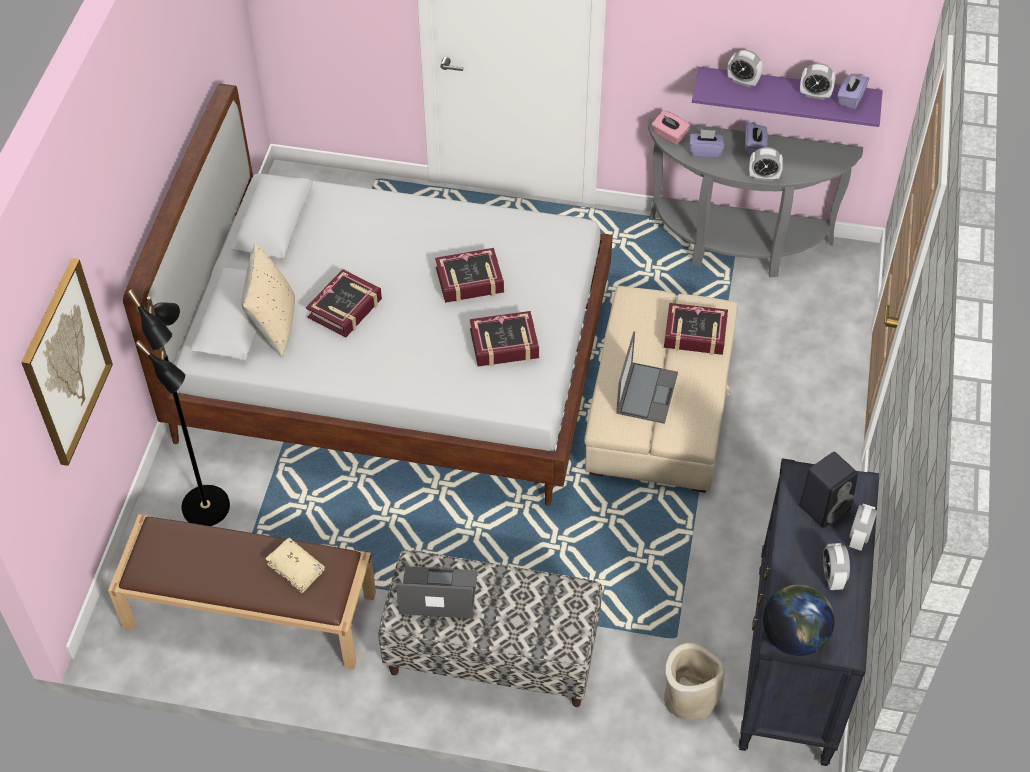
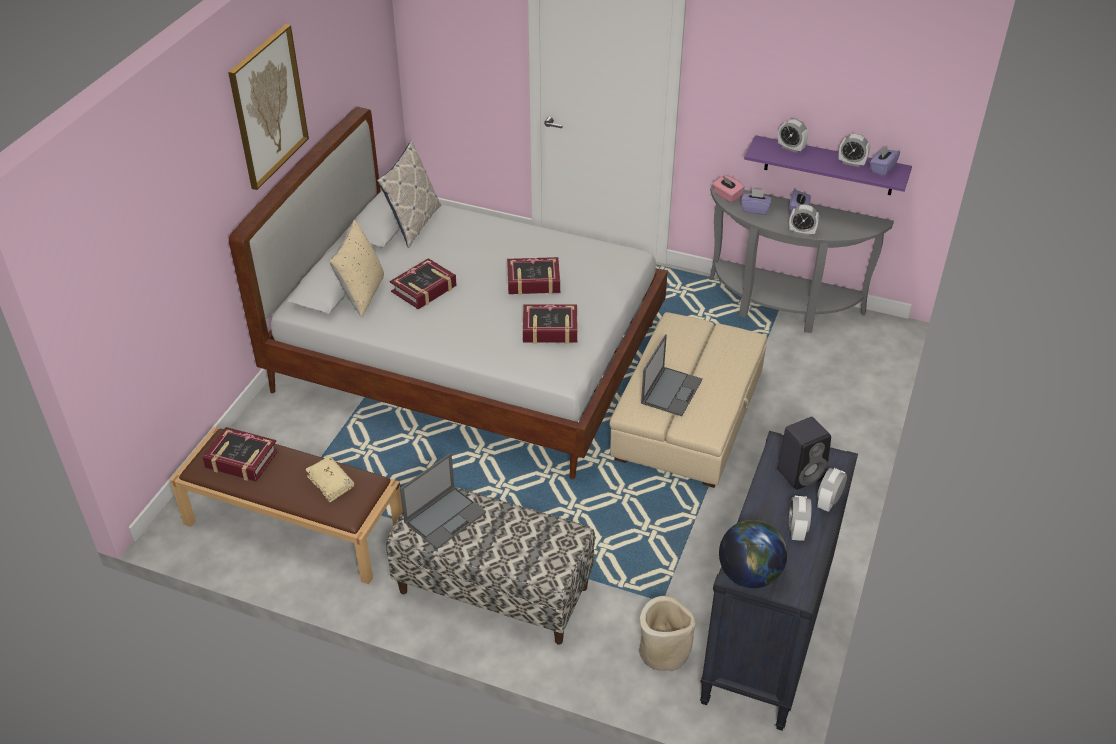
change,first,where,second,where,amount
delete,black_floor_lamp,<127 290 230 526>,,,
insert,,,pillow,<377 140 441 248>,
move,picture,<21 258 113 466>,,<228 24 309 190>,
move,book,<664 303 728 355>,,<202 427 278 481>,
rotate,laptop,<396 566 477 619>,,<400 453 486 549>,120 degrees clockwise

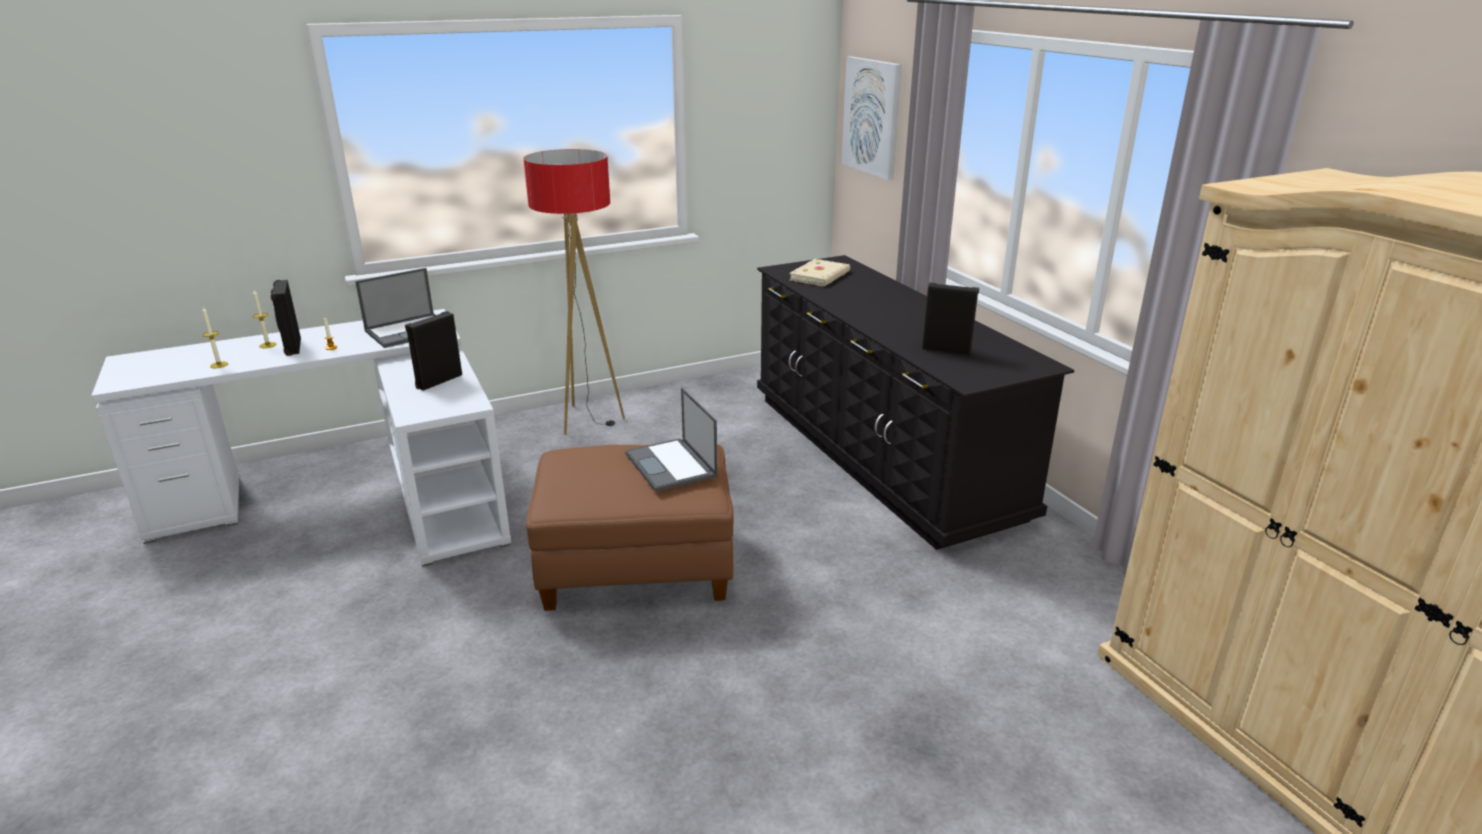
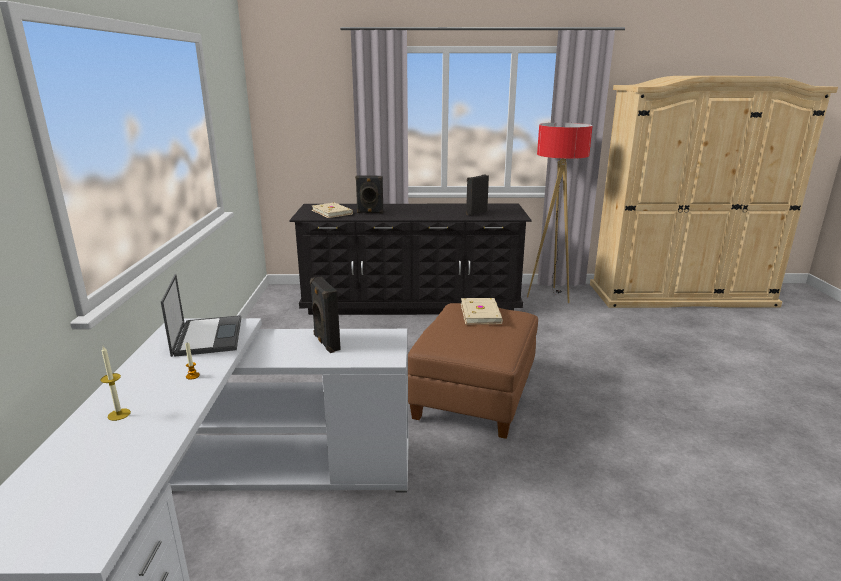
change,first,where,second,where,amount
delete,candle,<202 307 228 368>,,,
delete,picture,<841 57 902 180>,,,
move,black_speaker,<271 280 301 356>,,<355 175 383 213>,
move,floor_lamp,<523 149 625 435>,,<527 123 593 303>,
replace,laptop,<625 388 718 492>,beige_book,<461 298 503 324>,

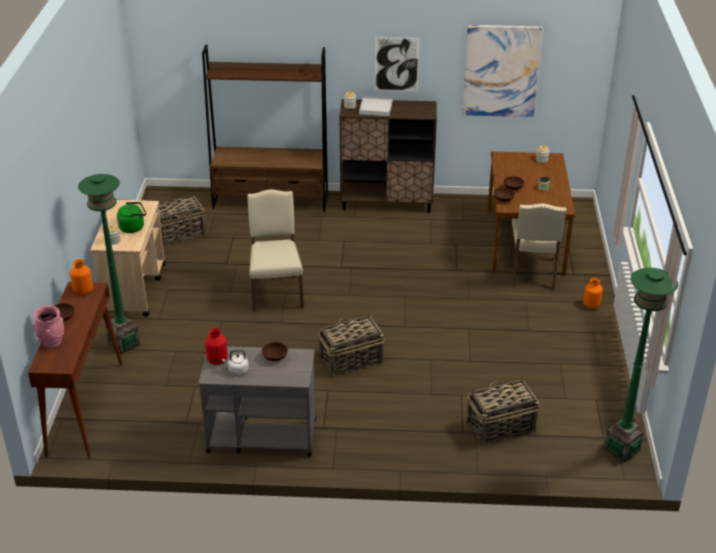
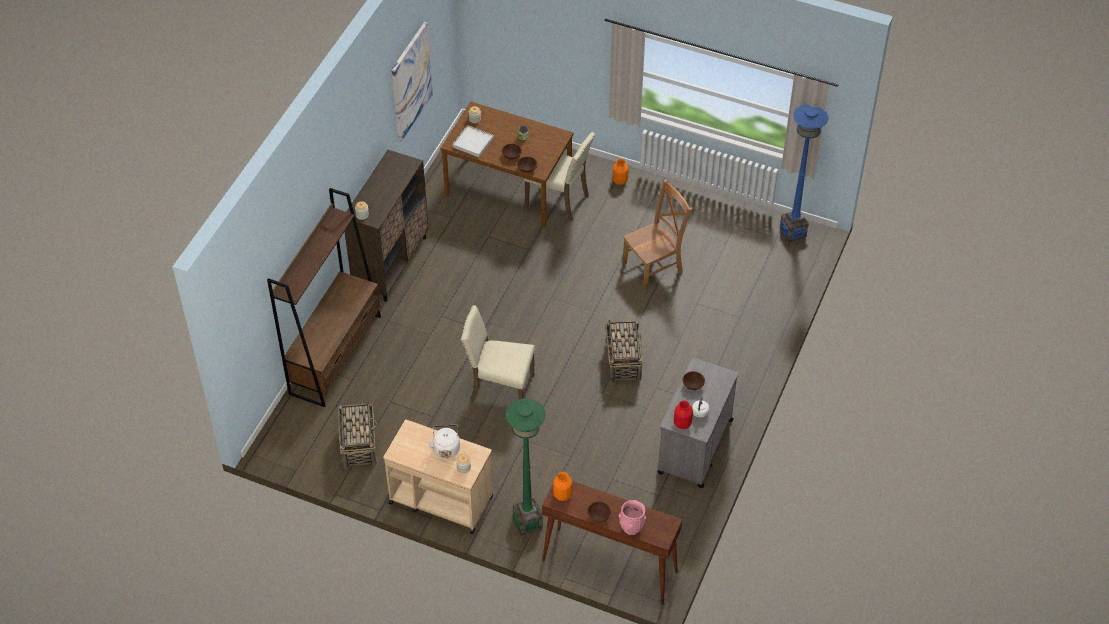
change,first,where,second,where,amount
delete,picture,<375 37 420 91>,,,
delete,basket,<467 377 540 445>,,,
insert,,,brown_chair,<623 179 692 290>,
move,white_tray,<359 96 393 116>,,<453 125 494 157>,
recolor,green_kettle,<117 202 146 233>,white_kettle,<427 425 460 458>,
recolor,green_floor_lamp,<604 268 678 462>,blue_floor_lamp,<780 104 828 242>,

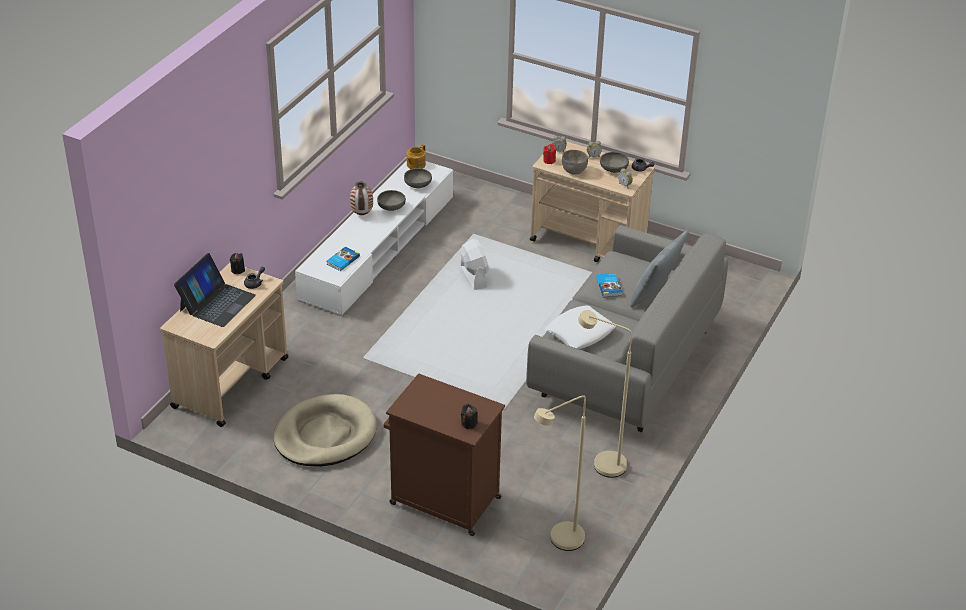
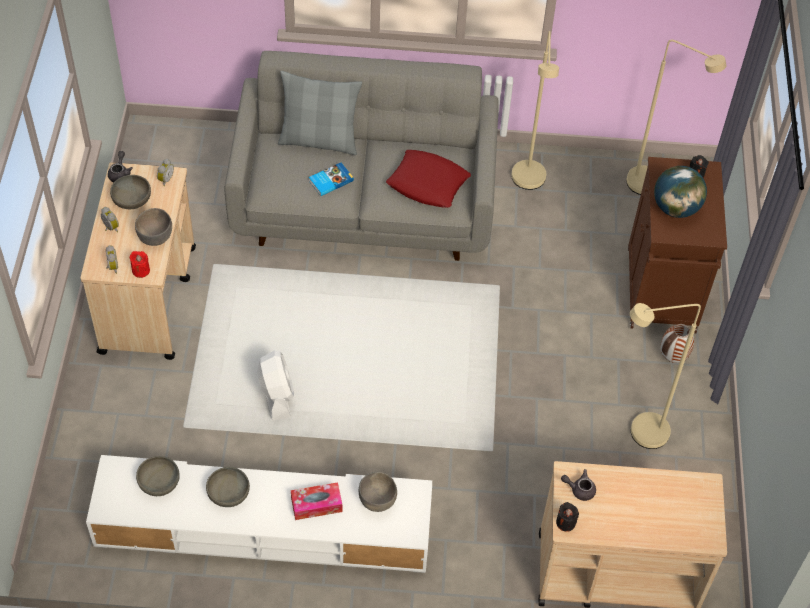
change,first,where,second,where,amount
delete,laptop,<174 253 256 327>,,,
delete,teapot,<407 144 426 169>,,,
insert,,,tissue_box,<291 482 342 520>,
insert,,,globe,<654 166 707 218>,
move,vase,<350 182 373 215>,,<661 324 694 363>,
replace,beige_dog_bed,<273 394 377 467>,beige_floor_lamp,<630 303 701 449>,
replace,book,<327 247 360 271>,grey_bowl,<359 472 397 512>,
recolor,white_pillow,<545 305 616 349>,red_pillow,<386 150 471 208>,
rotate,white_fan,<460 239 489 290>,,<257 350 294 421>,120 degrees clockwise

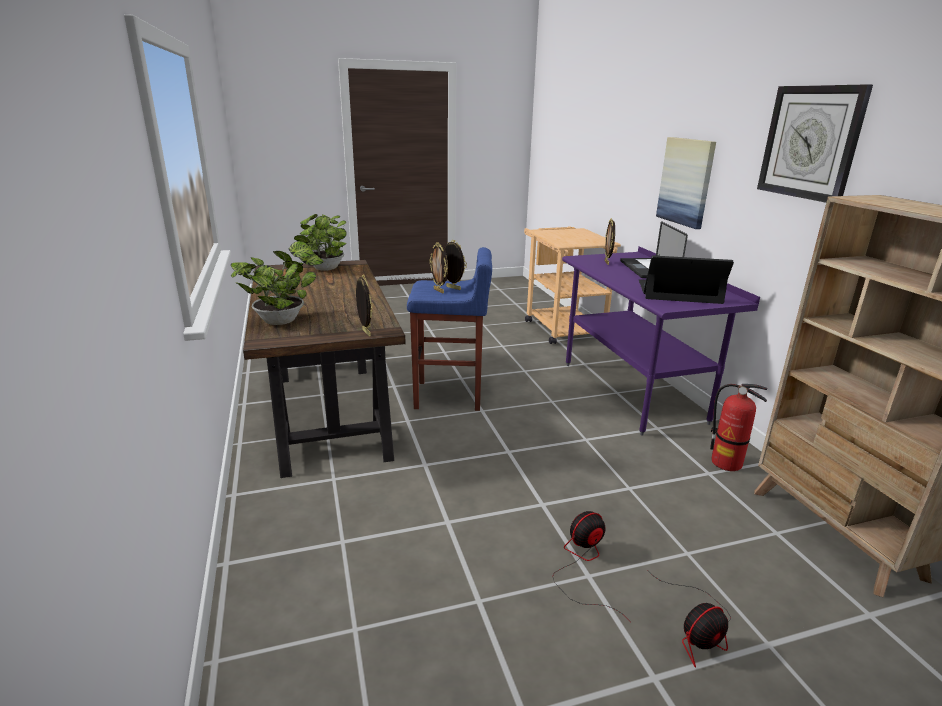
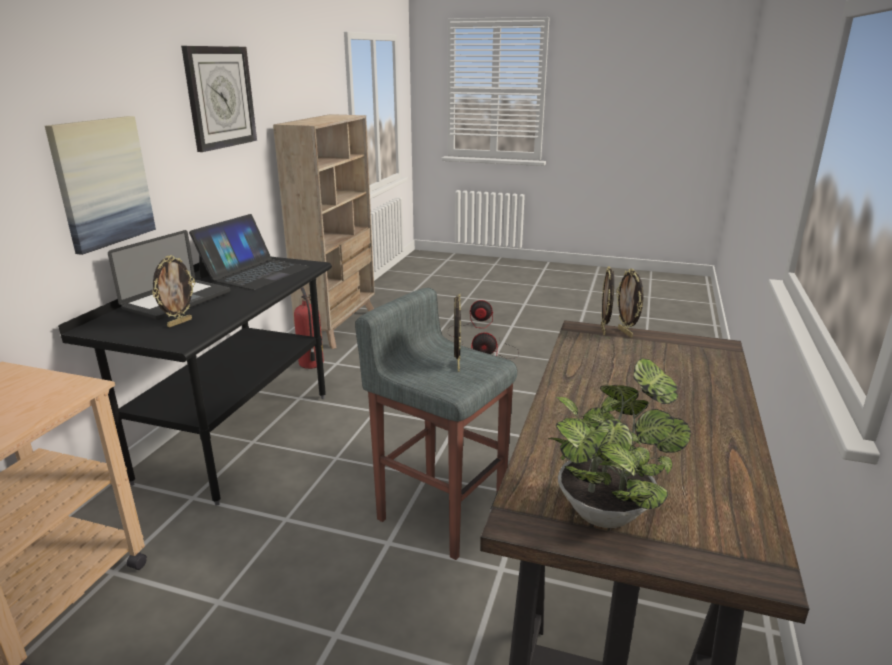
change,first,where,second,where,amount
delete,potted_plant,<231 241 324 325>,,,
move,picture_frame,<444 240 467 290>,,<616 268 644 338>,
recolor,blue_stool,<407 247 492 411>,grey_stool,<355 288 517 560>,
recolor,purple_desk,<562 247 760 436>,black_desk,<58 257 332 506>,
rotate,laptop,<639 256 734 304>,,<189 214 310 290>,105 degrees counterclockwise

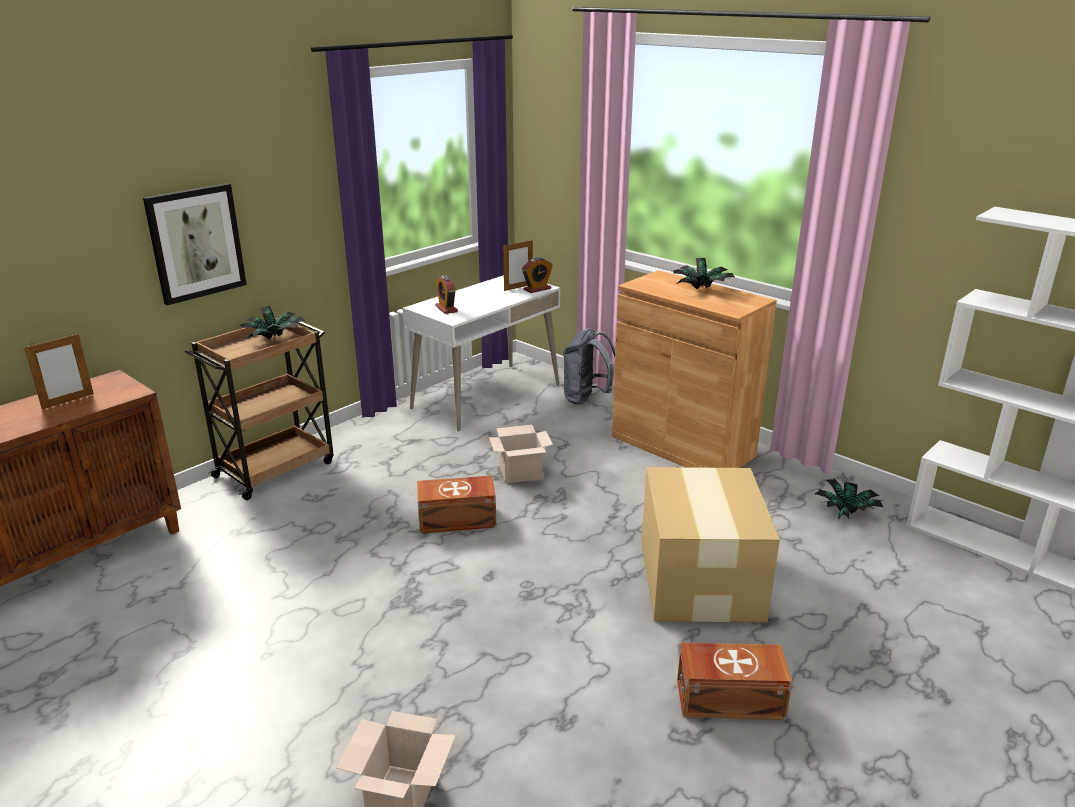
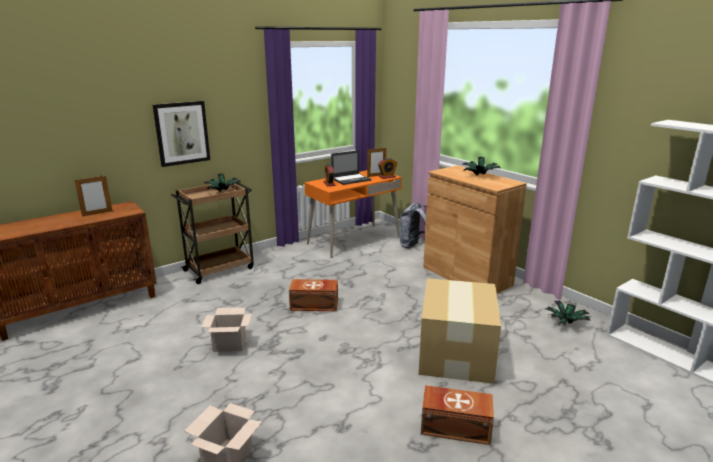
change,first,where,second,where,amount
insert,,,laptop,<331 150 372 185>,
move,cardboard_box,<489 425 553 483>,,<202 307 252 352>,
recolor,white_desk,<403 275 560 432>,orange_desk,<304 170 402 258>,

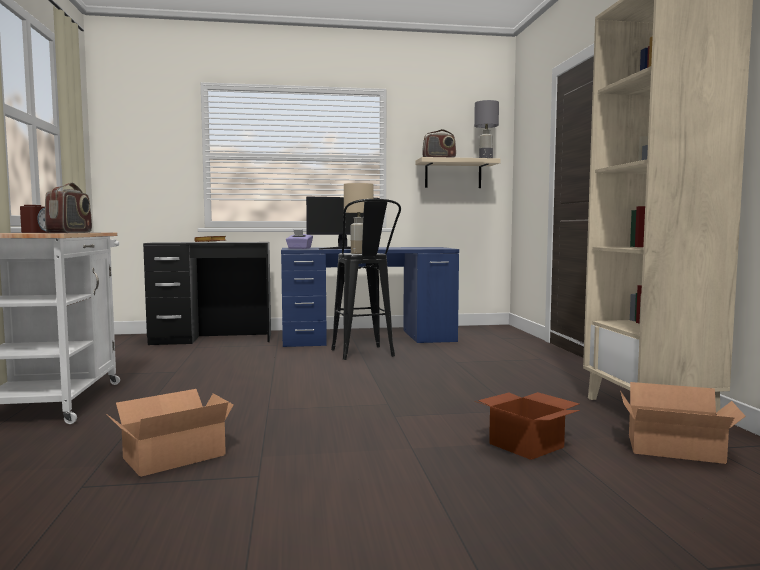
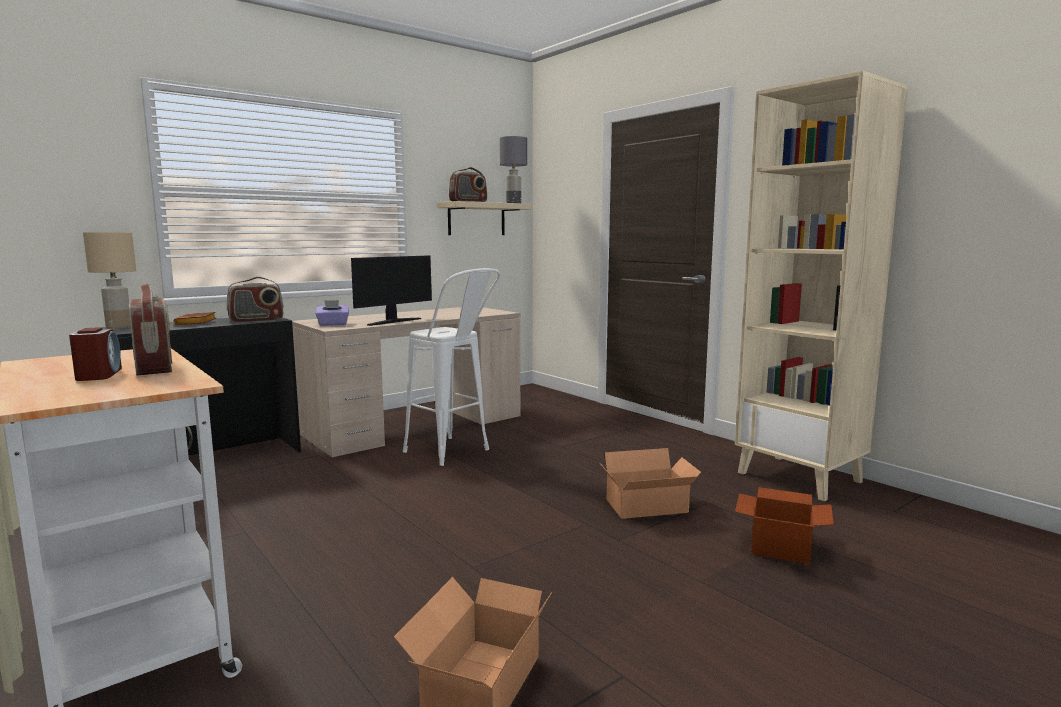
change,first,where,second,where,amount
insert,,,radio,<227 277 284 323>,
move,beige_table_lamp,<344 183 374 254>,,<83 232 136 329>,
move,cardboard_box,<620 382 746 464>,,<599 448 701 519>,
recolor,blue_desk,<281 247 459 347>,beige_desk,<292 307 520 457>,
recolor,black_stool,<331 199 401 360>,white_stool,<403 268 500 466>,

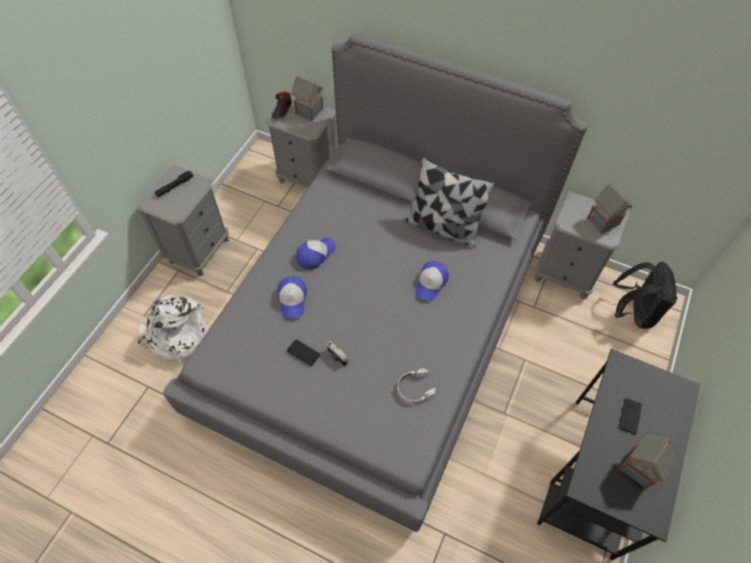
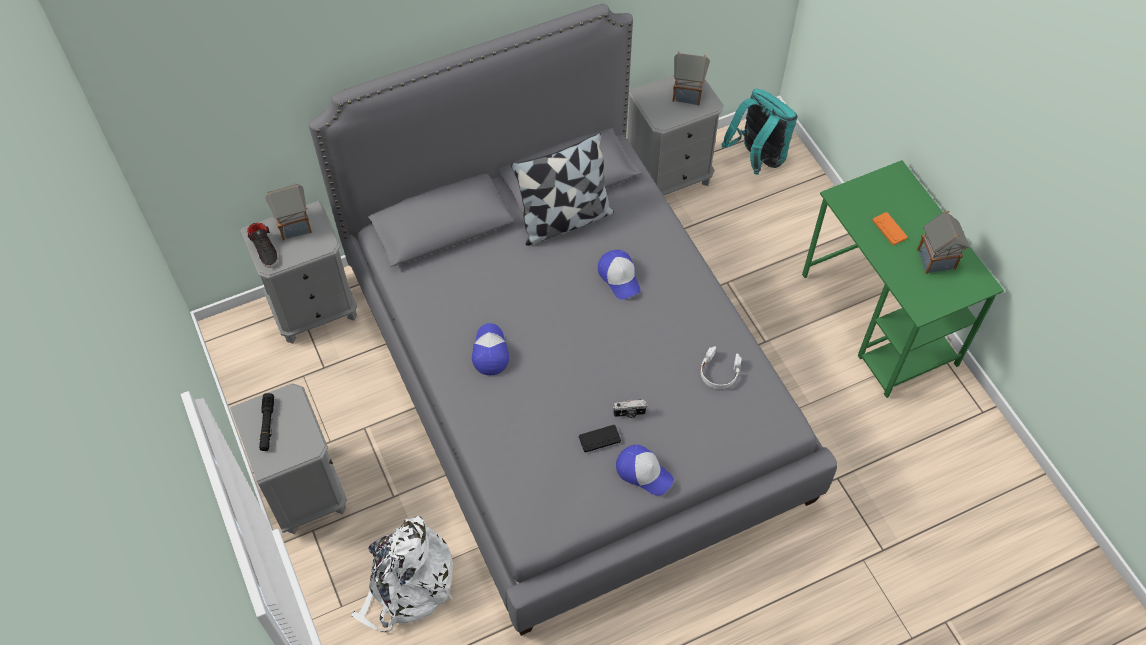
change,first,where,second,where,amount
move,cap,<277 276 307 318>,,<616 444 674 496>,
recolor,black_desk,<537 349 700 560>,green_desk,<802 160 1004 398>,
recolor,black_backpack,<613 262 677 329>,turquoise_backpack,<721 89 798 175>,
recolor,black_game_controller,<619 398 642 434>,orange_game_controller,<872 212 908 245>,

